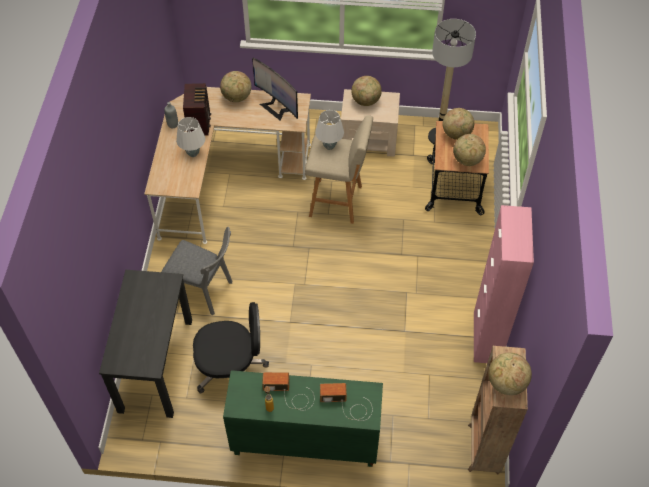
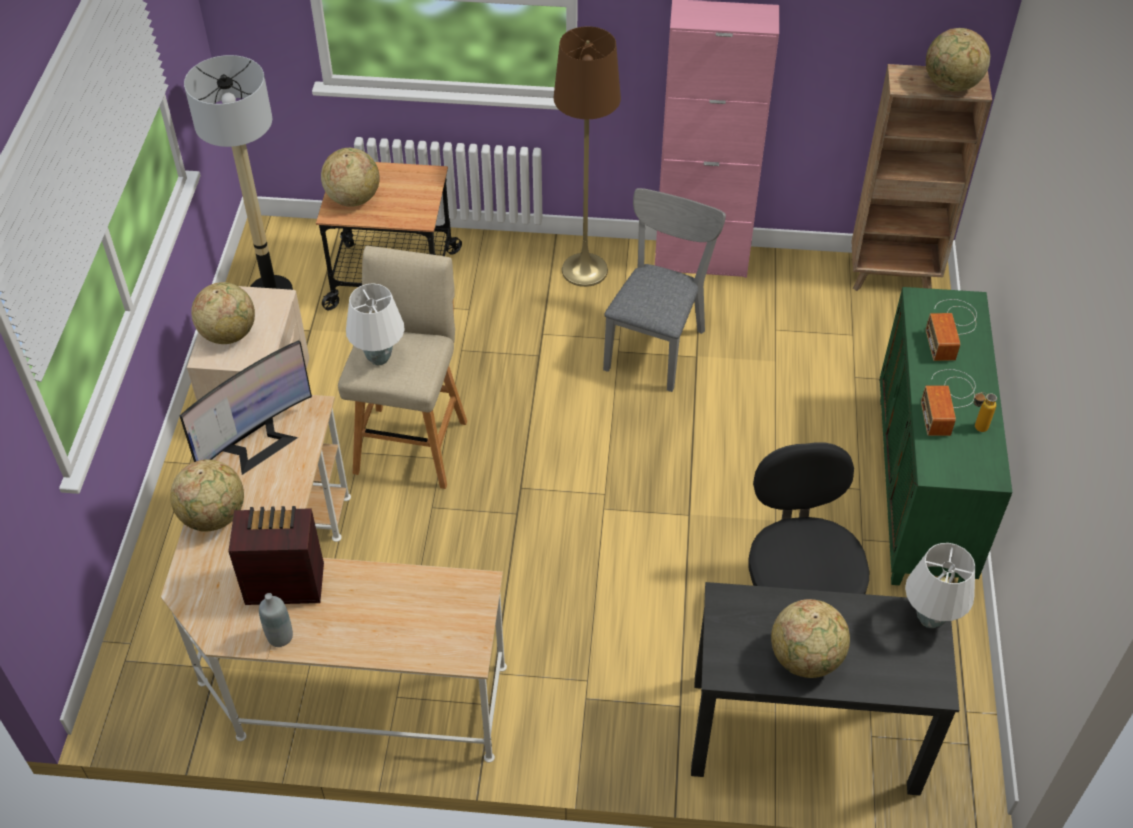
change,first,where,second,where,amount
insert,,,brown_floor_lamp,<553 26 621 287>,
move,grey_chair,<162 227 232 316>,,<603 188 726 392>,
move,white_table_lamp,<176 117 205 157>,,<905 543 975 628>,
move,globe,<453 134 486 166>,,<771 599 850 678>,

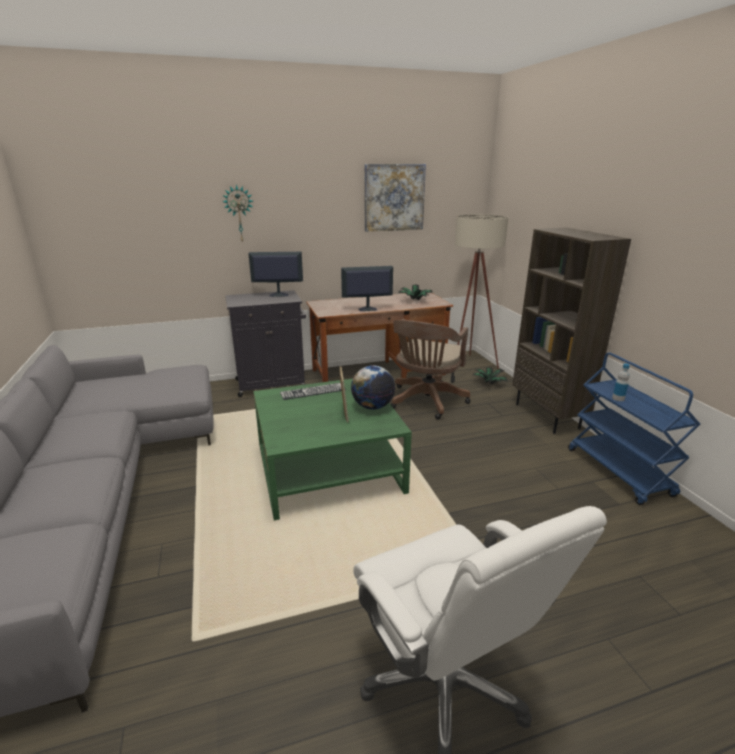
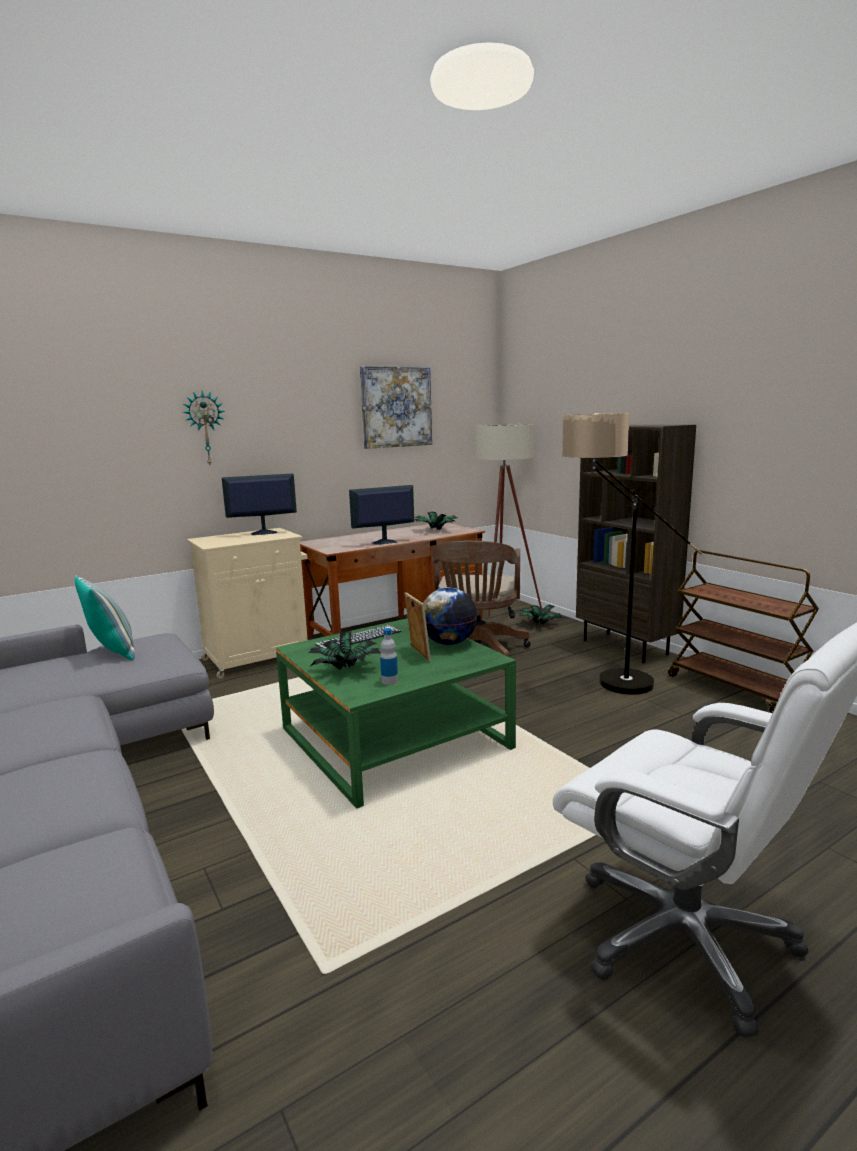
change,first,where,second,where,amount
insert,,,pillow,<75 575 135 661>,
insert,,,potted_plant,<308 631 381 670>,
insert,,,floor_lamp,<562 413 702 695>,
move,bottle,<612 364 630 401>,,<380 628 398 685>,
recolor,black_cabinet,<225 290 306 397>,beige_cabinet,<187 528 308 679>,
recolor,blue_cart,<568 353 700 505>,brown_cart,<668 550 819 713>,

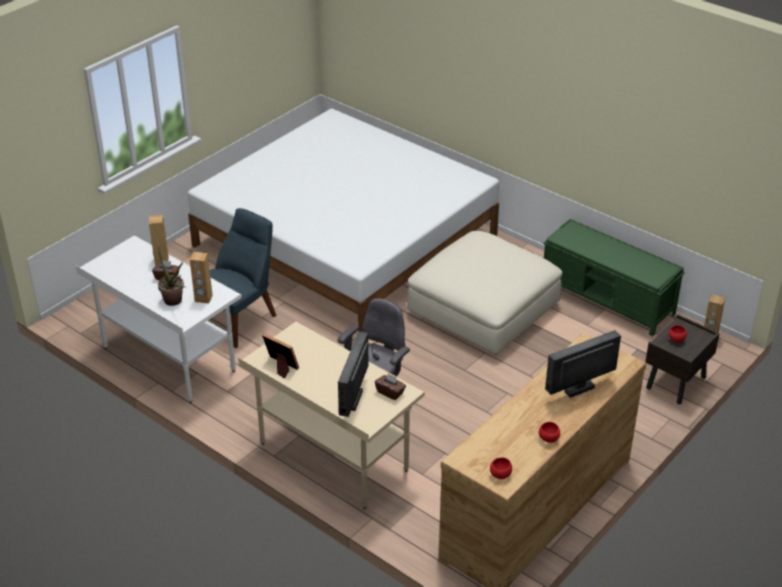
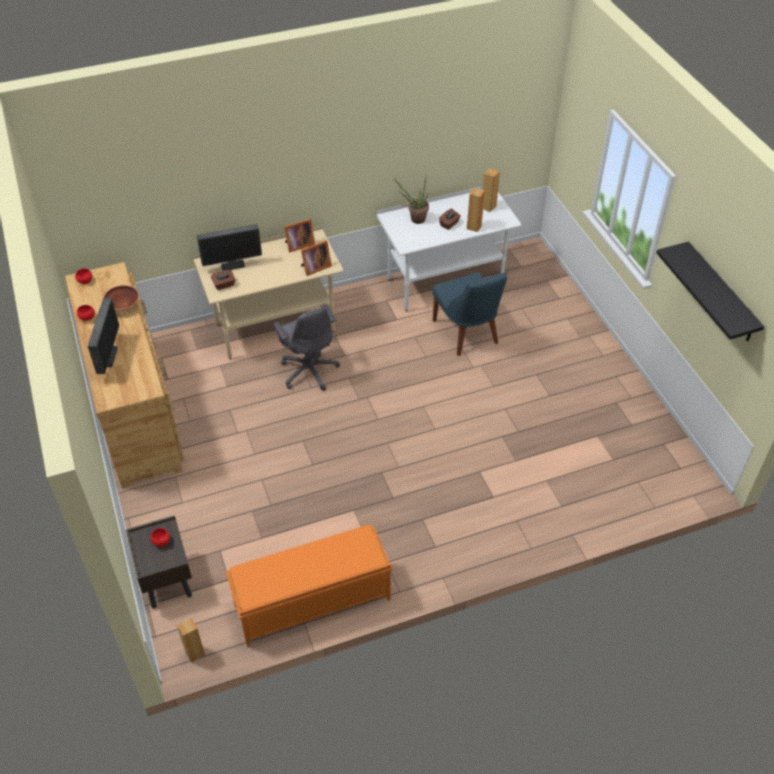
change,first,where,second,where,amount
delete,white_bed,<188 109 499 332>,,,
delete,beige_ottoman,<407 231 562 354>,,,
insert,,,brown_bowl,<103 285 139 311>,
insert,,,picture_frame,<301 240 332 276>,
insert,,,black_shelf,<656 242 764 342>,
move,brown_speaker,<190 252 213 304>,,<483 168 500 212>,
recolor,green_bench,<544 219 685 336>,orange_bench,<226 525 392 647>,
rotate,monitor,<338 331 369 417>,,<196 224 262 271>,120 degrees clockwise

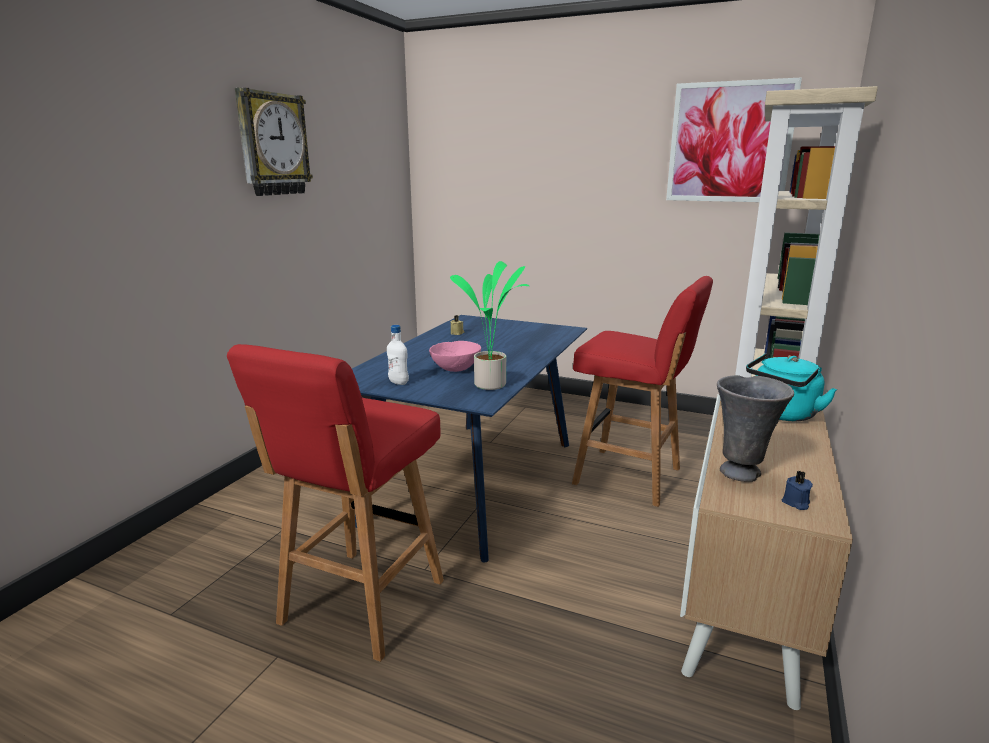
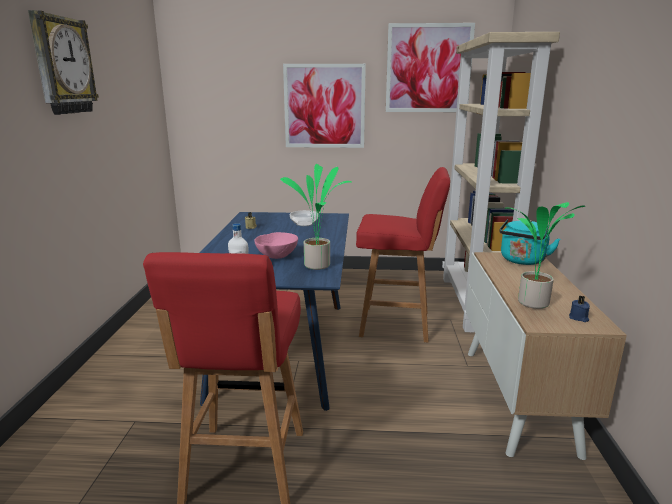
change,first,where,second,where,amount
insert,,,picture,<283 64 366 148>,
insert,,,bowl,<290 210 318 226>,
replace,grey_vase,<717 375 794 482>,potted_plant,<504 202 585 309>,

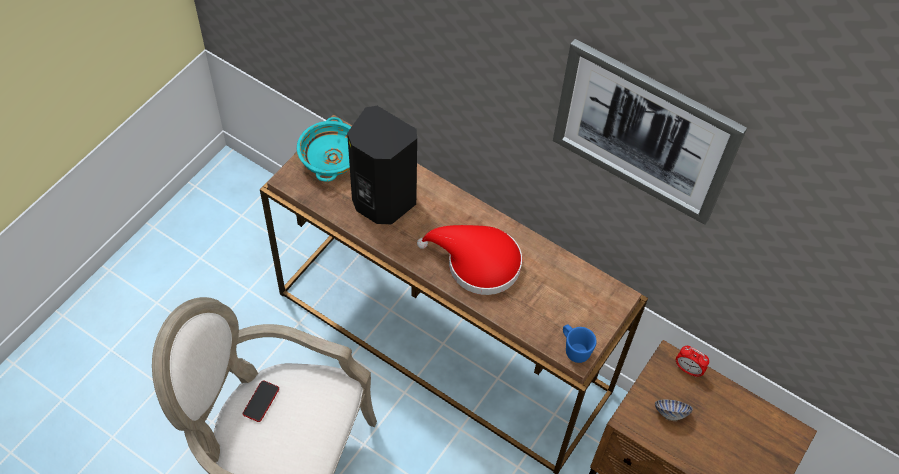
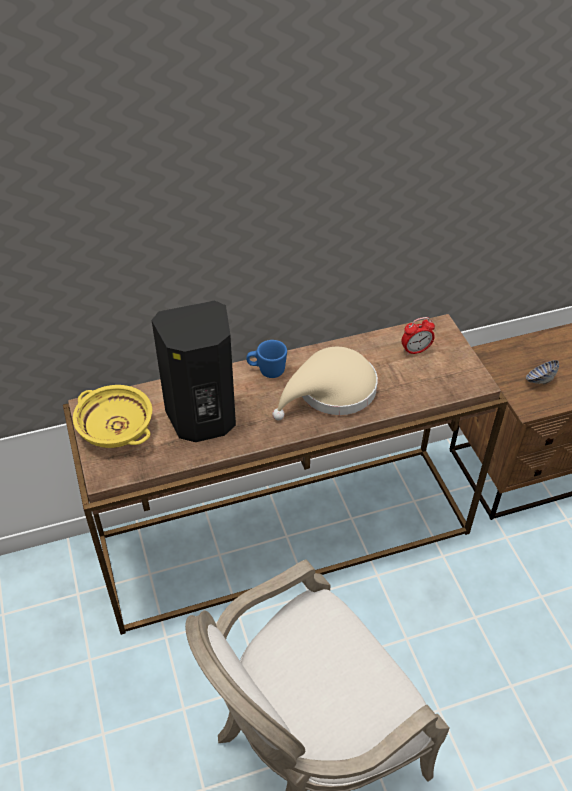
change,first,where,second,where,amount
delete,phone,<243 380 279 422>,,,
delete,picture,<553 39 747 225>,,,
move,blue_mug,<563 325 597 363>,,<246 340 287 378>,
move,alarm_clock,<676 346 709 377>,,<401 317 435 355>,
recolor,turquoise_bowl,<297 117 351 182>,yellow_bowl,<73 385 152 448>,
recolor,red_hat,<417 225 522 295>,beige_hat,<272 347 378 421>,

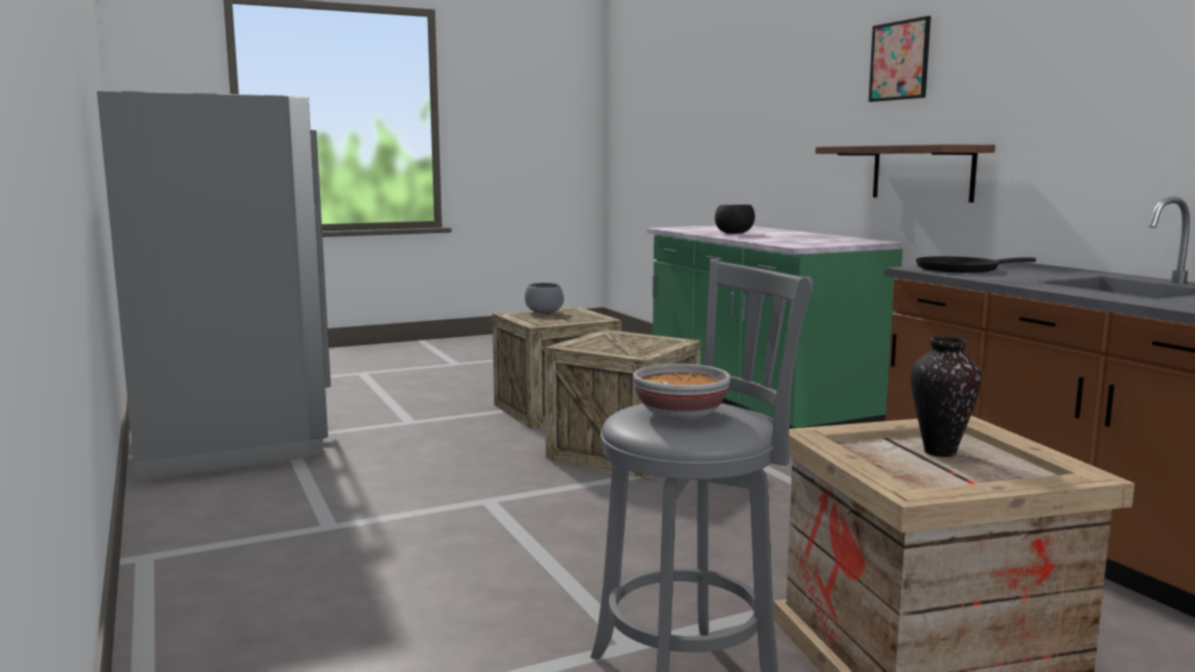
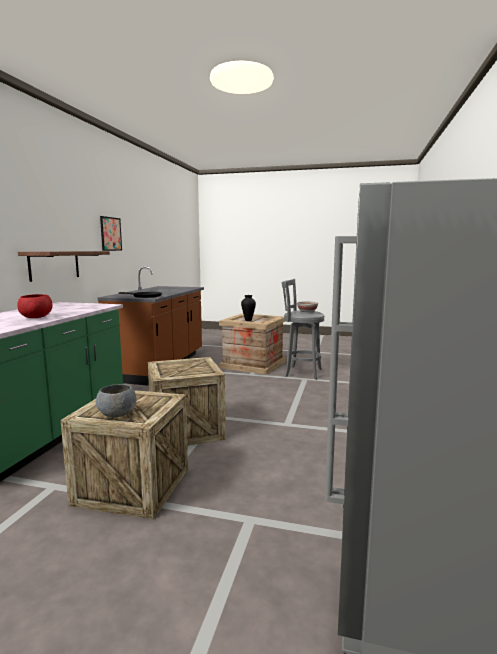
change,first,where,second,where,amount
move,picture,<869 16 931 102>,,<100 216 122 251>,
recolor,black_bowl,<715 205 755 234>,red_bowl,<17 294 53 318>,

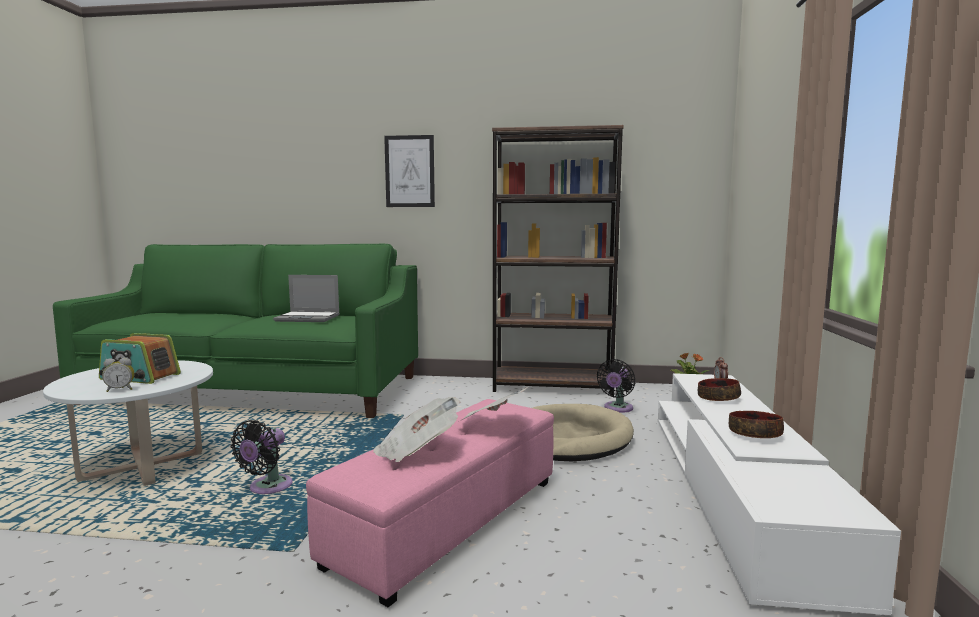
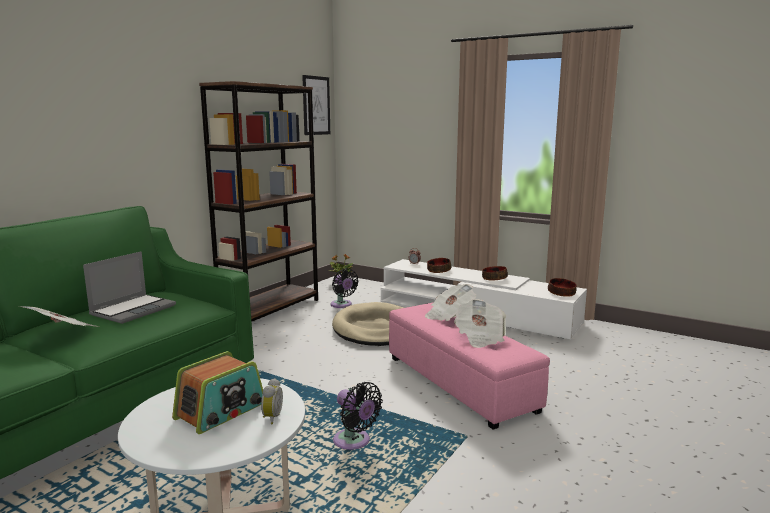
change,first,where,second,where,amount
insert,,,newspaper,<18 306 98 327>,
insert,,,bowl,<548 278 577 297>,
move,picture,<384 135 435 207>,,<302 75 330 135>,

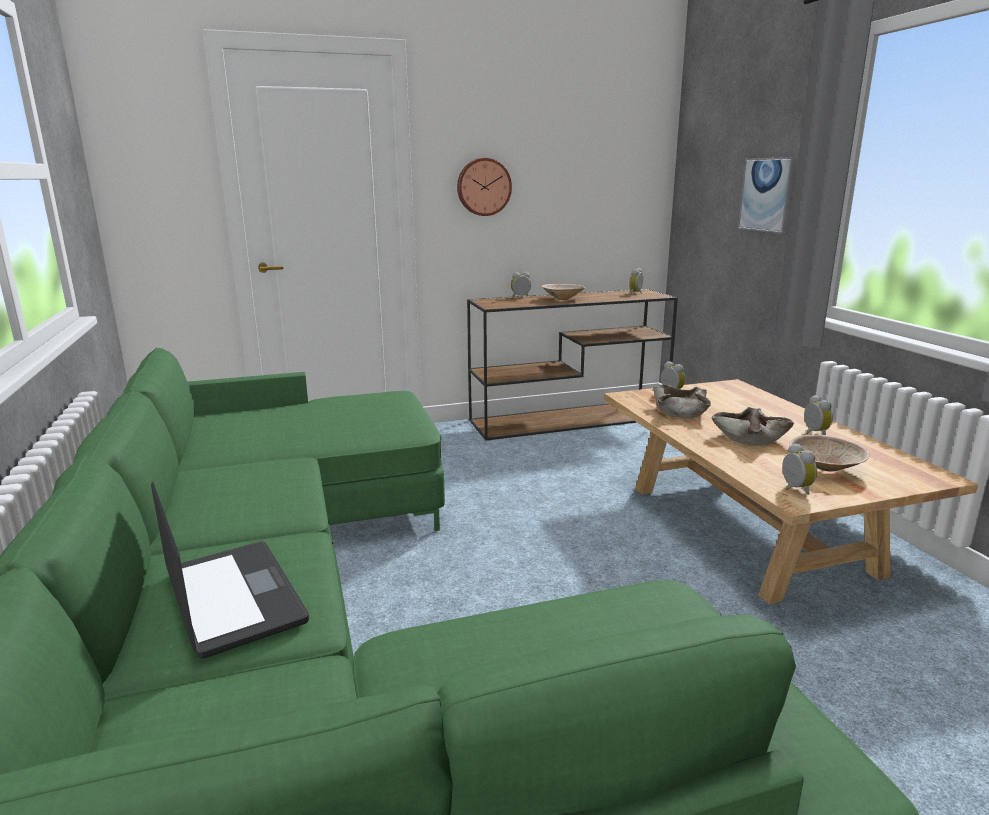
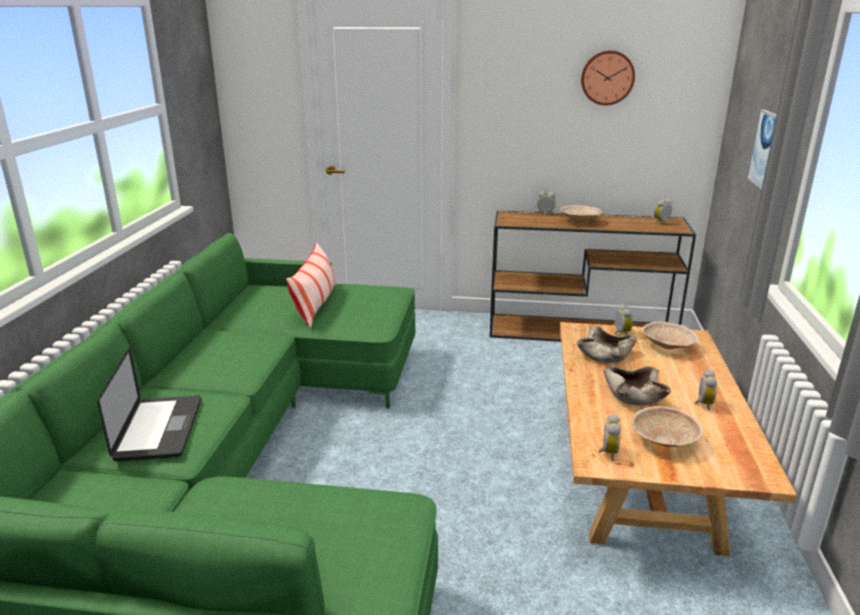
change,first,where,second,where,amount
insert,,,pillow,<286 242 336 328>,
insert,,,beige_bowl,<642 321 698 349>,
move,wall_clock,<457 158 512 216>,,<581 50 635 105>,

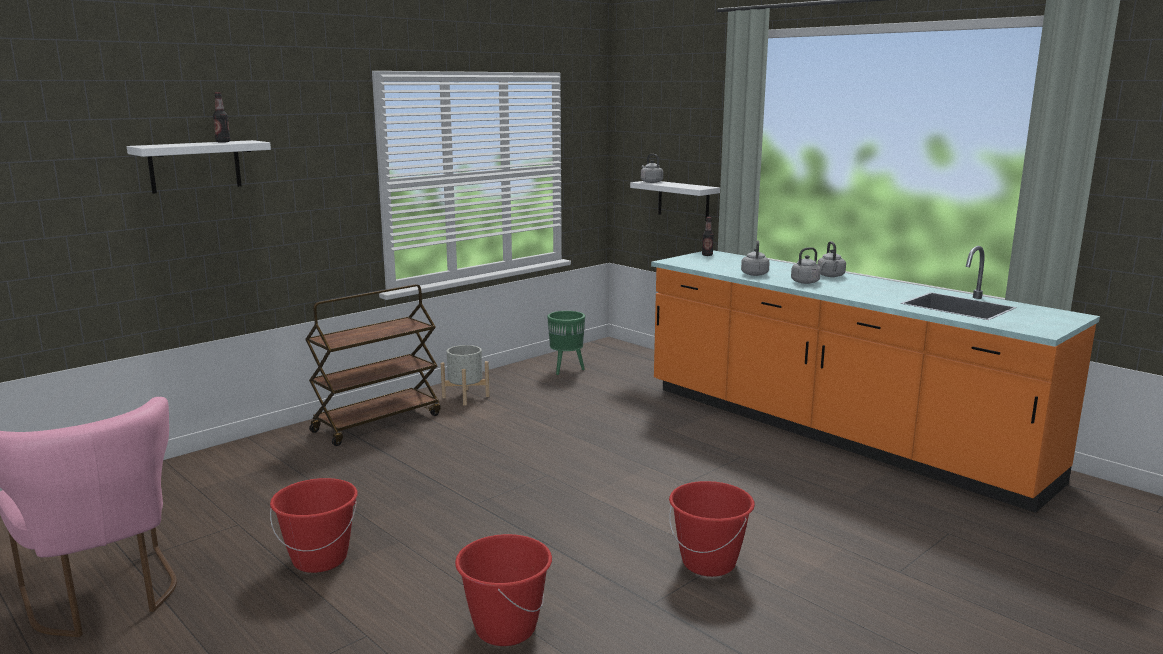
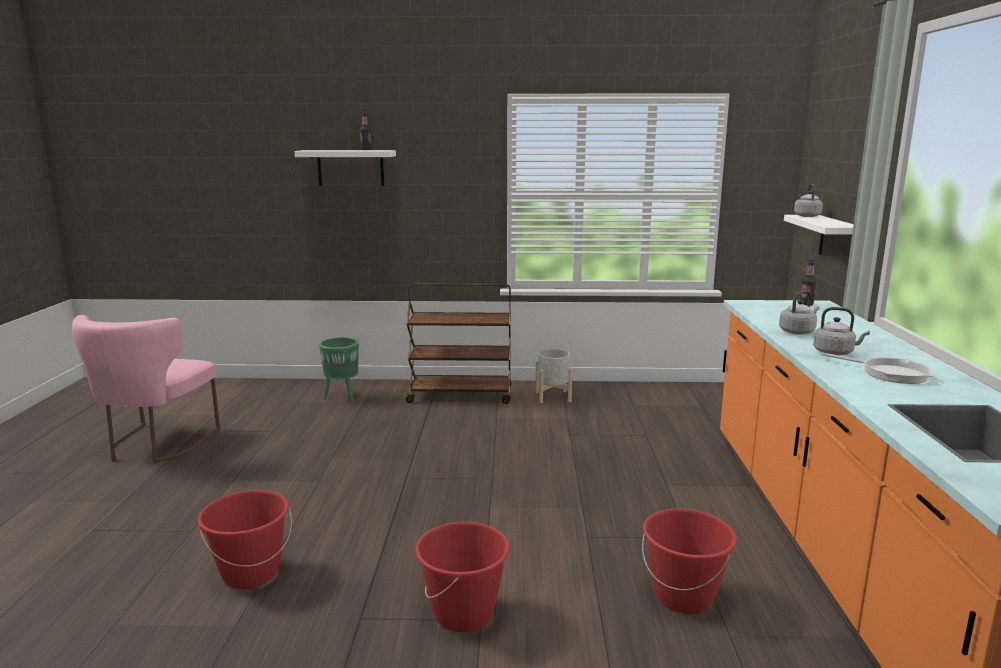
change,first,where,second,where,amount
delete,grey_kettle,<817 241 846 277>,,,
insert,,,frying_pan,<821 353 937 384>,
move,red_bucket,<270 478 358 573>,,<642 509 737 614>,
move,green_planter,<547 311 585 375>,,<319 337 359 402>,

